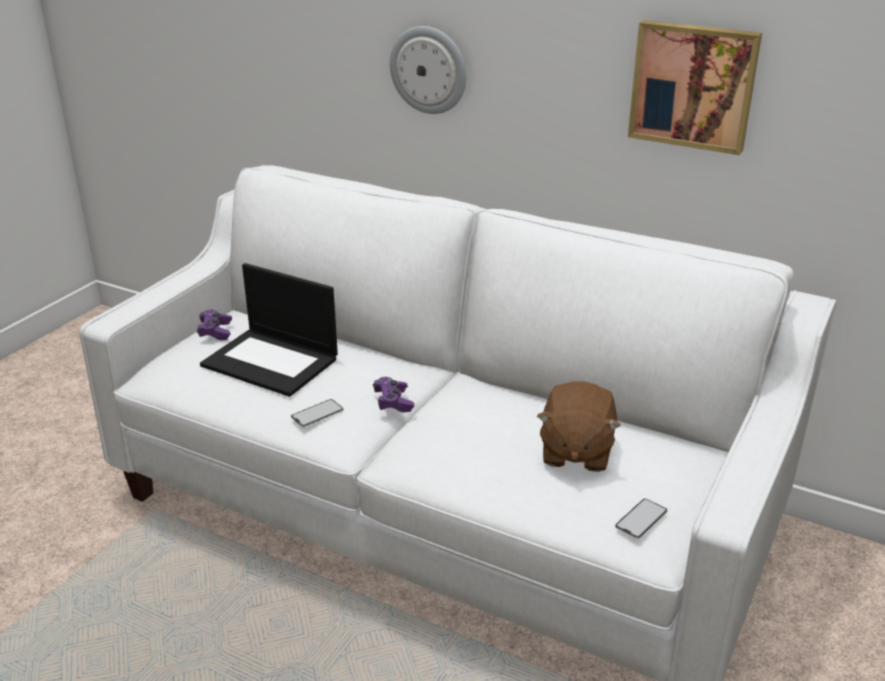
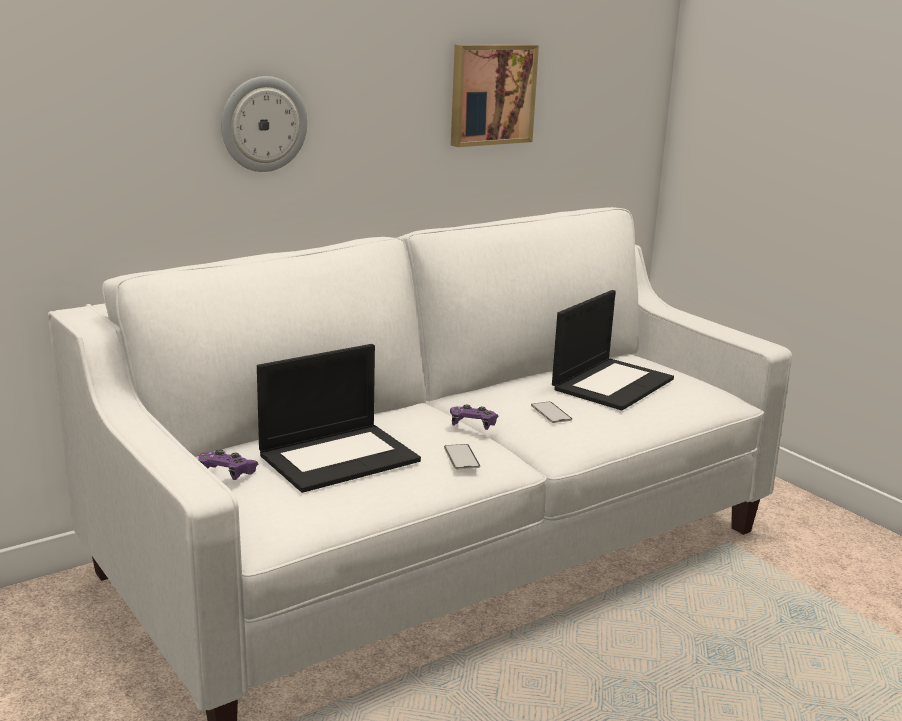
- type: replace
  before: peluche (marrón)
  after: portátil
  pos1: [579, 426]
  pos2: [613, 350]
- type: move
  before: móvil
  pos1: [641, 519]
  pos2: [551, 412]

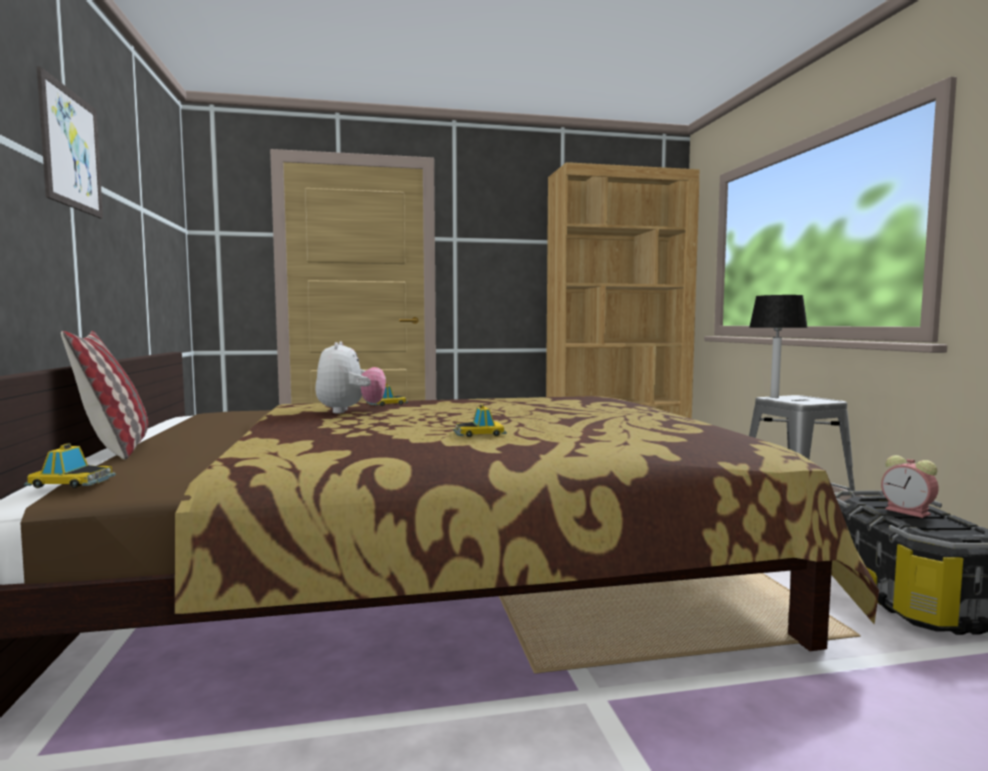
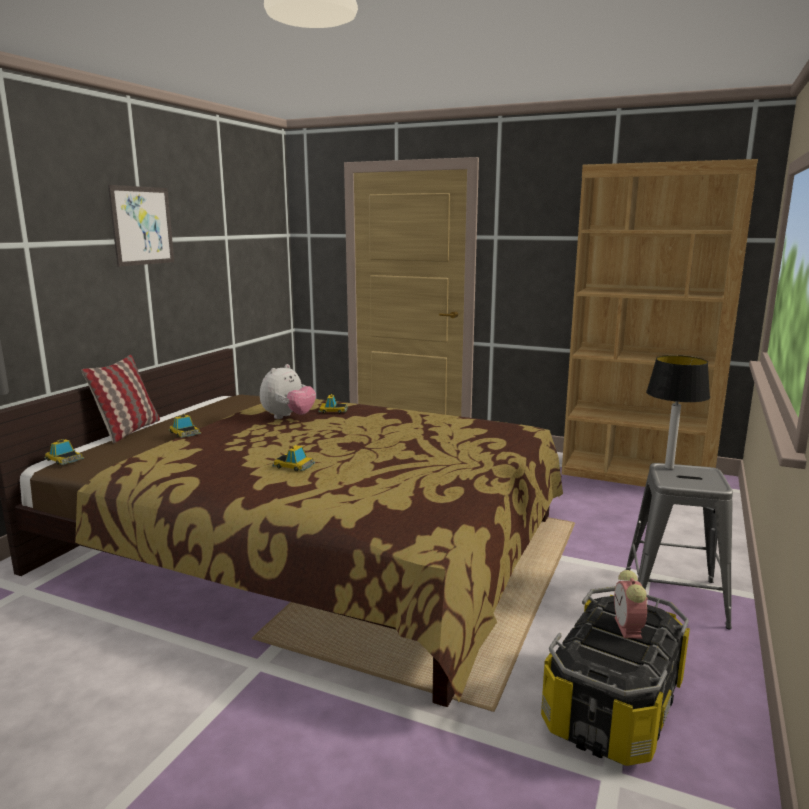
- type: insert
  after: coche de juguete
  pos2: [184, 426]

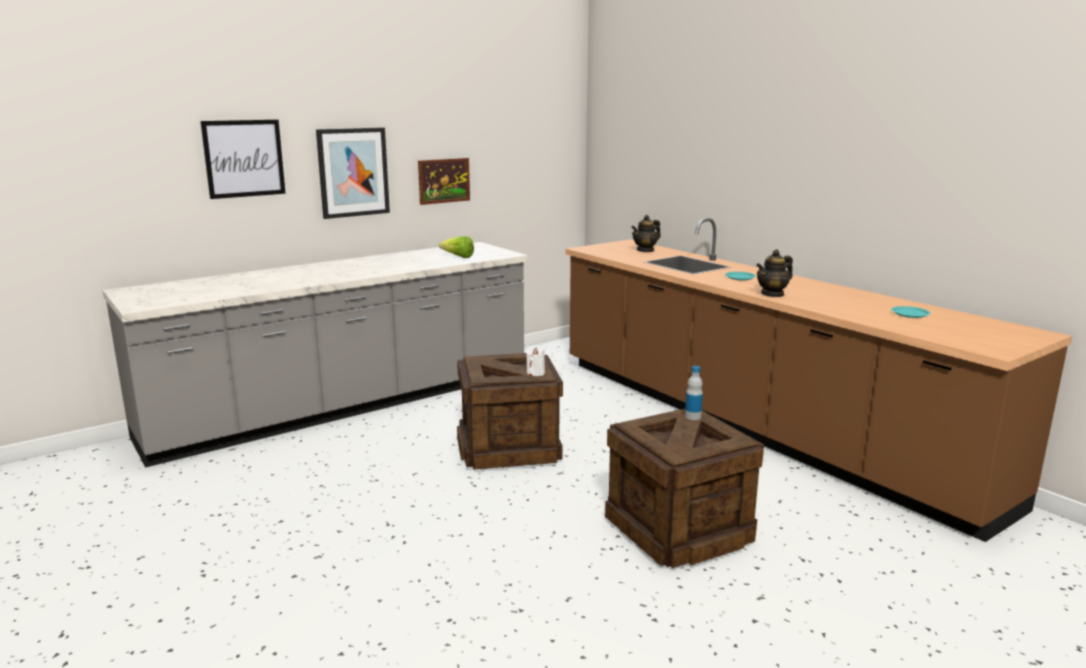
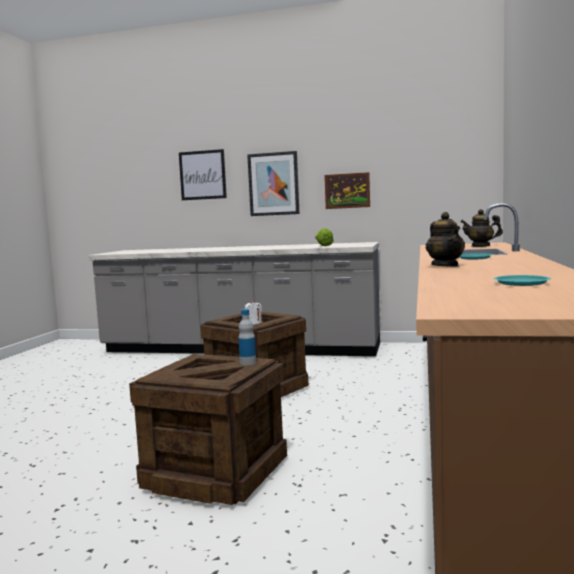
- type: rotate
  before: tetera
  pos1: [774, 273]
  pos2: [445, 239]
  turn: -120

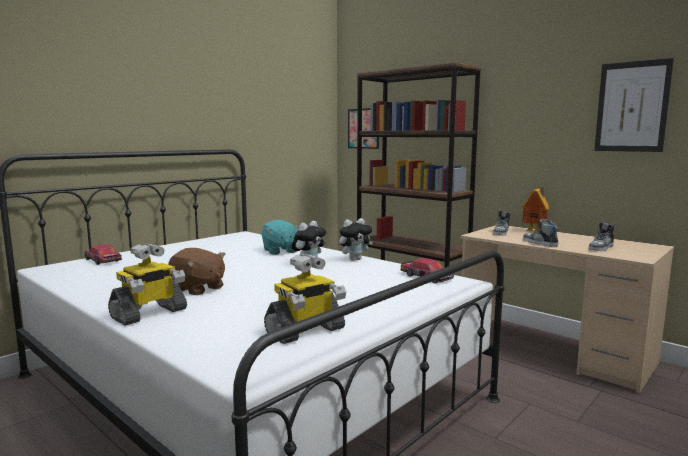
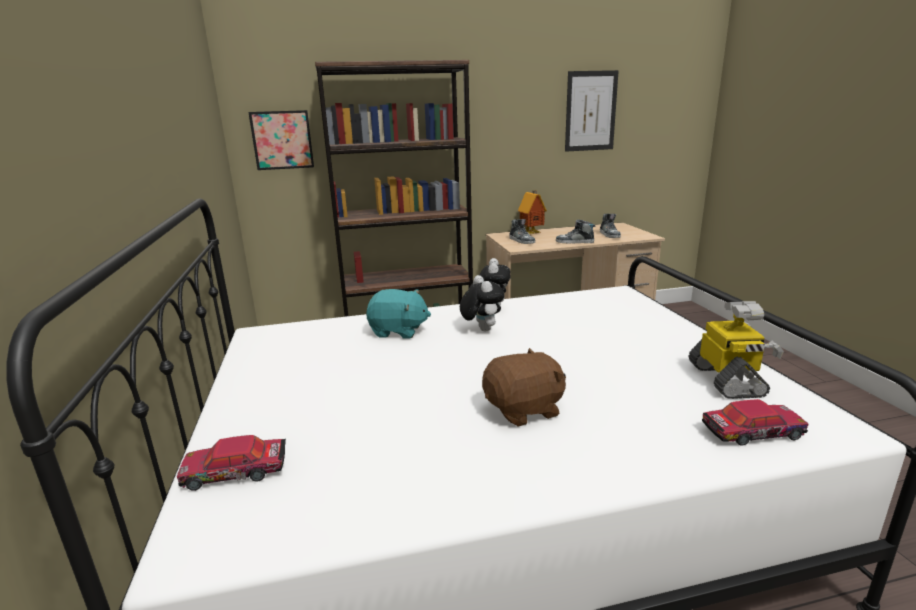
- type: delete
  before: robot de juguete
  pos1: [147, 284]
- type: move
  before: coche de juguete
  pos1: [427, 270]
  pos2: [755, 422]

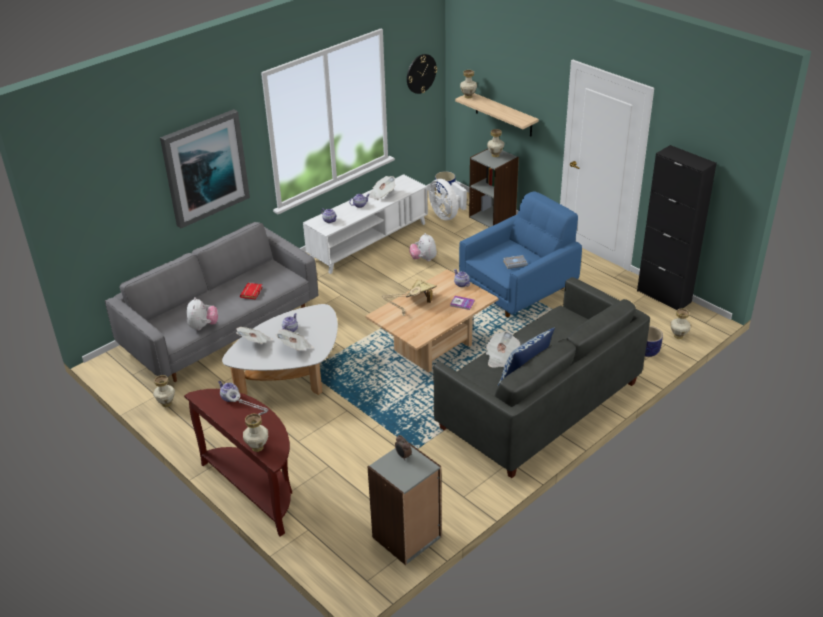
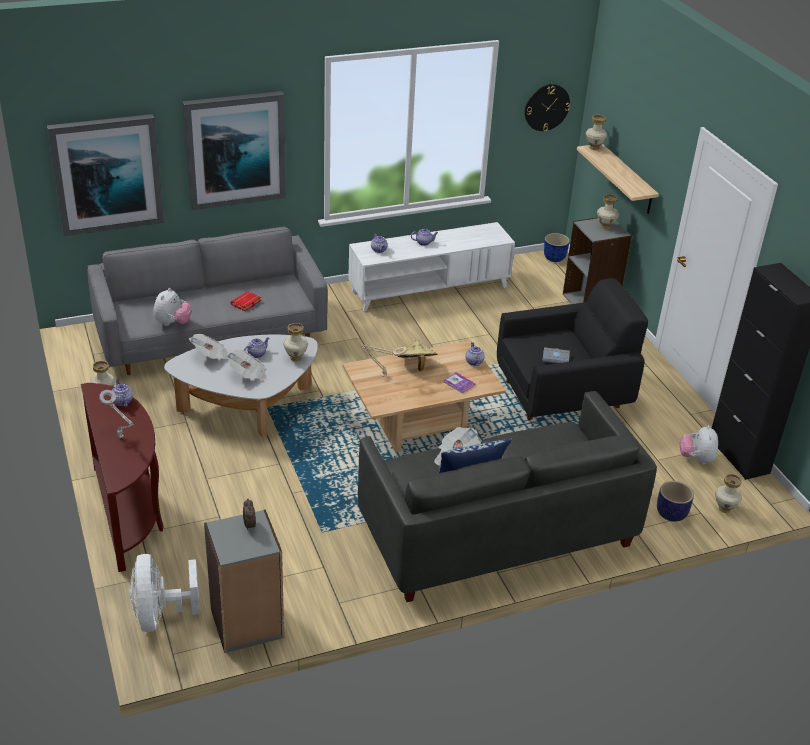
- type: move
  before: florero
  pos1: [255, 432]
  pos2: [295, 342]
- type: delete
  before: periódico
  pos1: [382, 188]
- type: move
  before: peluche
  pos1: [423, 247]
  pos2: [699, 444]
- type: move
  before: ventilador (blanco)
  pos1: [447, 199]
  pos2: [165, 593]
- type: recolor
  before: sillón (azul)
  after: sillón (negro)
  pos1: [520, 254]
  pos2: [572, 349]
- type: insert
  after: cuadro
  pos2: [105, 175]

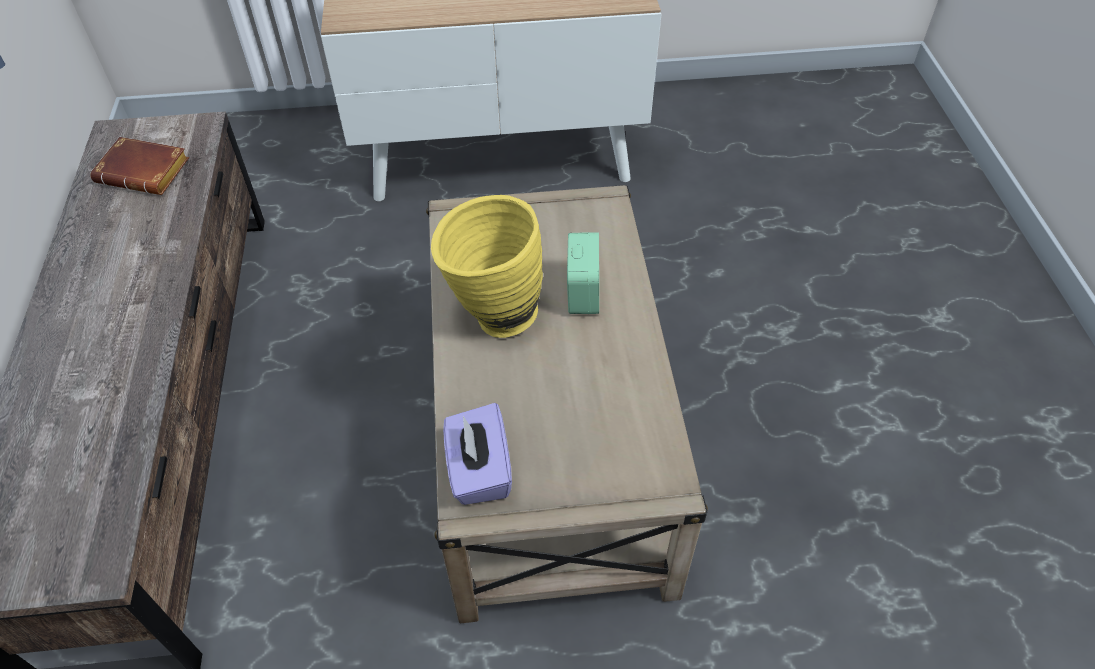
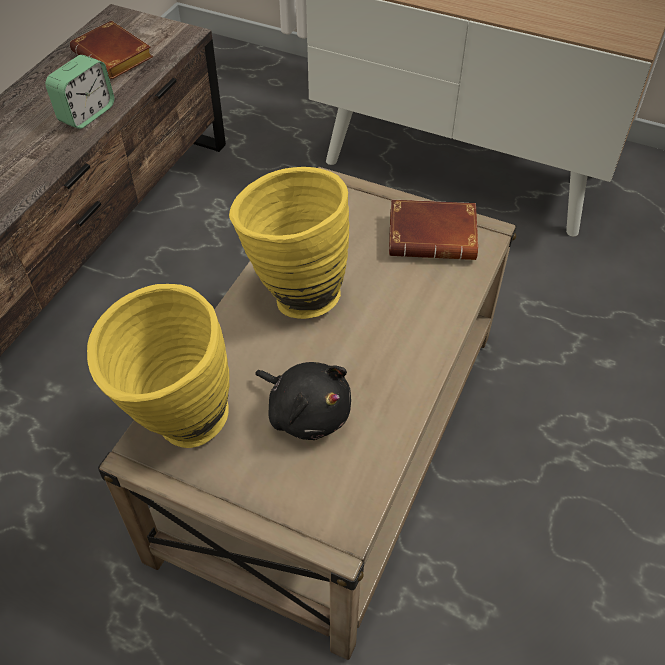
- type: replace
  before: caja de pañuelos (morado)
  after: florero (amarillo)
  pos1: [477, 454]
  pos2: [158, 366]
- type: move
  before: despertador
  pos1: [583, 273]
  pos2: [79, 92]
- type: insert
  after: peluche (negro)
  pos2: [303, 401]
- type: insert
  after: libro (marrón)
  pos2: [433, 229]

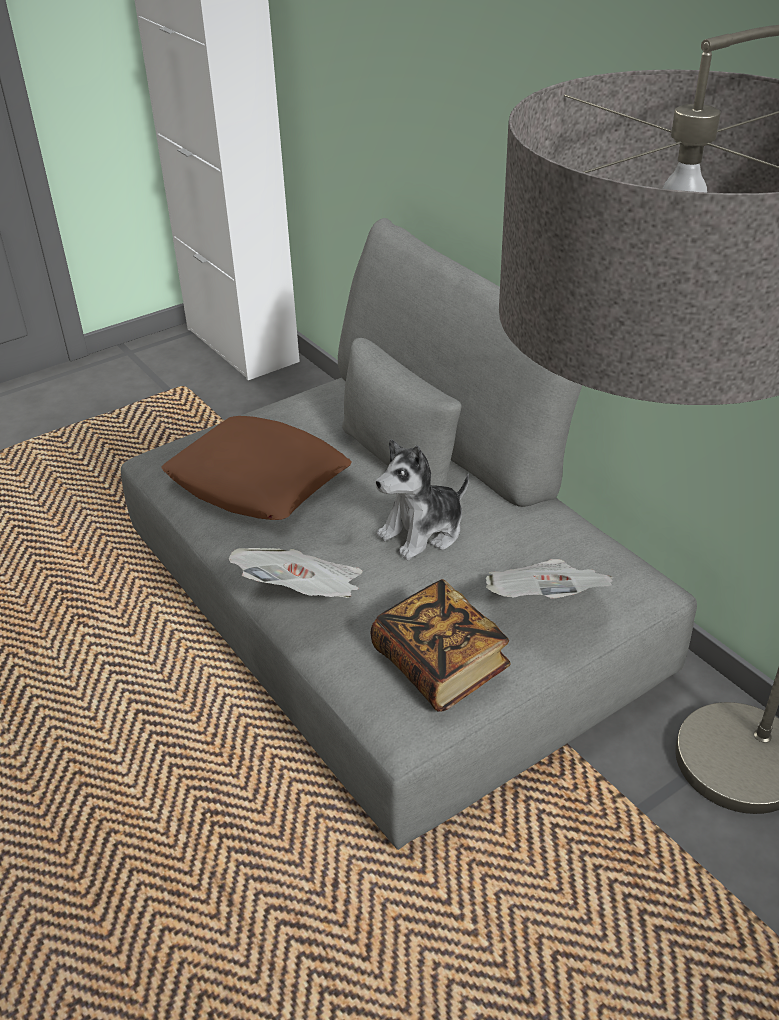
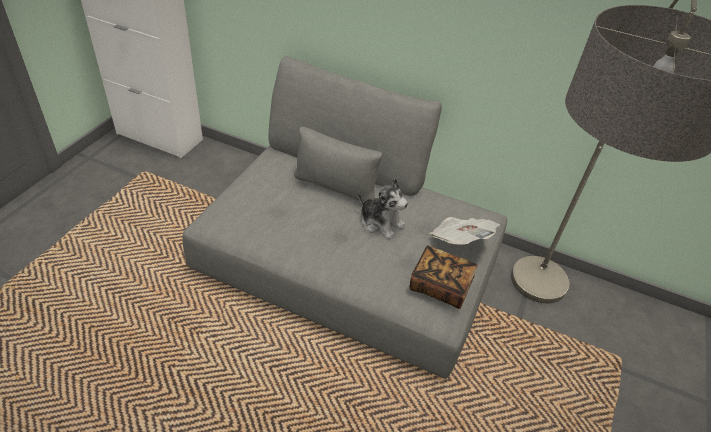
- type: delete
  before: cojín (marrón)
  pos1: [256, 468]
- type: delete
  before: periódico
  pos1: [296, 573]
- type: rotate
  before: peluche
  pos1: [422, 499]
  pos2: [383, 209]
  turn: -75

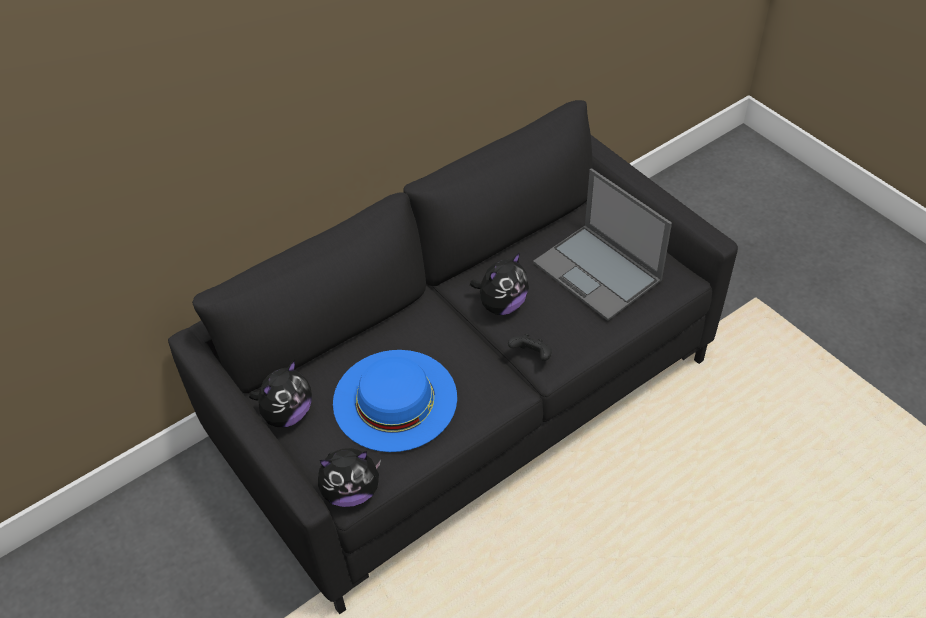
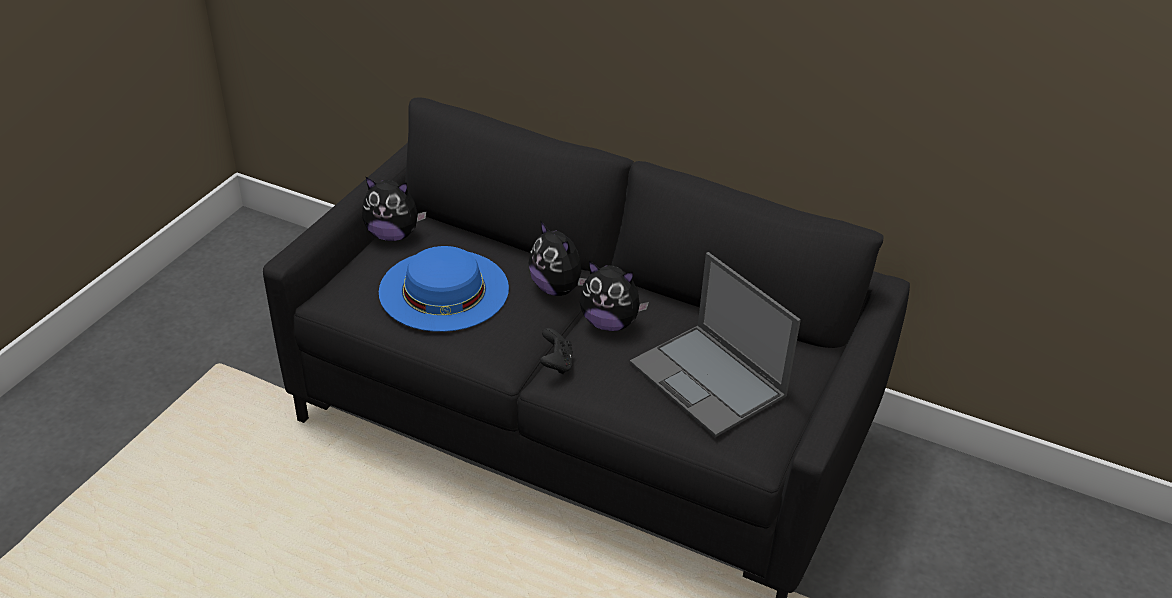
- type: move
  before: peluche
  pos1: [349, 477]
  pos2: [557, 258]
- type: rotate
  before: portátil
  pos1: [602, 244]
  pos2: [715, 344]
  turn: -60

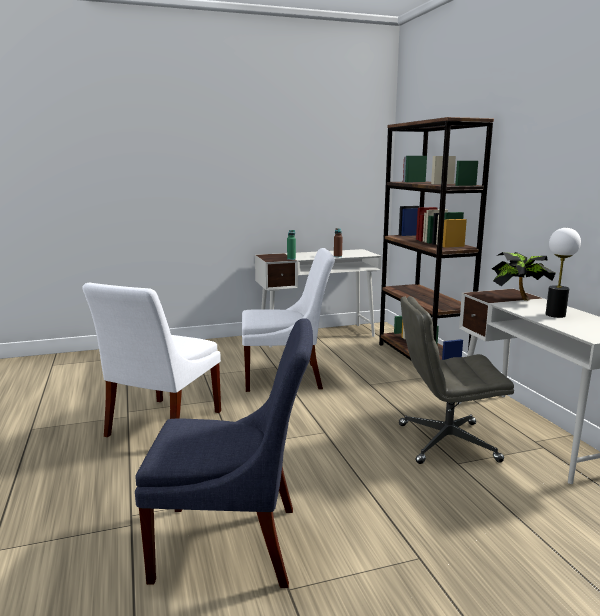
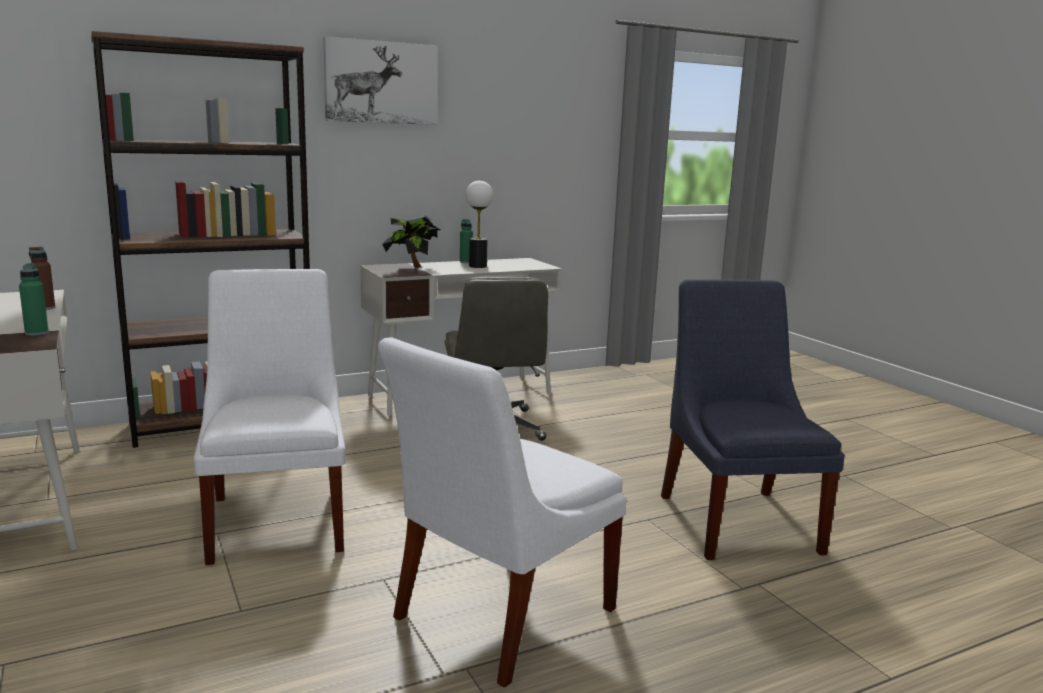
- type: rotate
  before: silla (blanco)
  pos1: [151, 360]
  pos2: [502, 513]
  turn: 120
- type: insert
  after: cuadro
  pos2: [380, 80]
- type: insert
  after: botella (verde)
  pos2: [466, 241]

